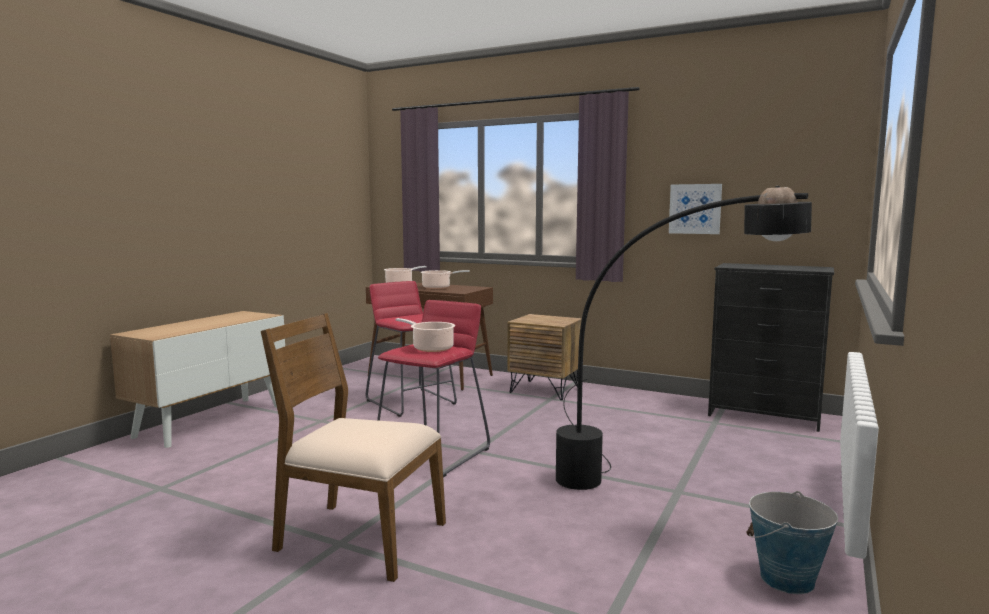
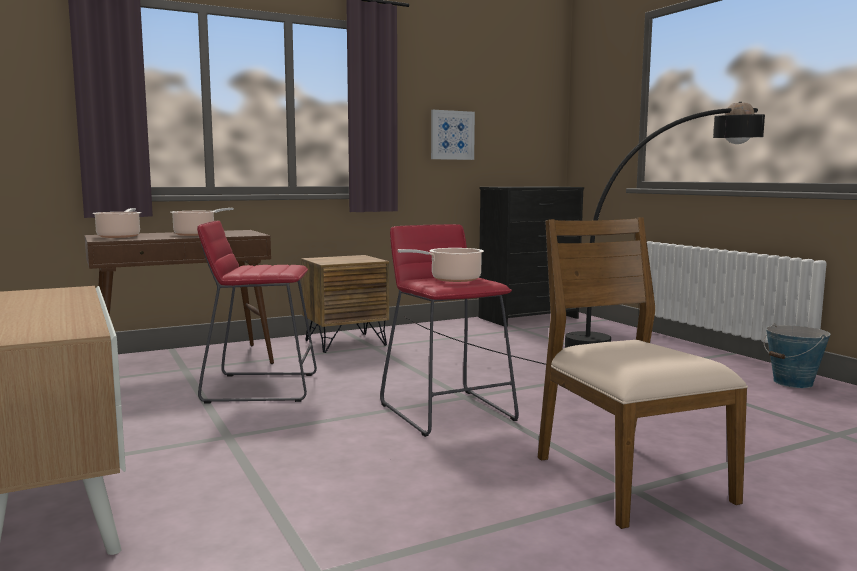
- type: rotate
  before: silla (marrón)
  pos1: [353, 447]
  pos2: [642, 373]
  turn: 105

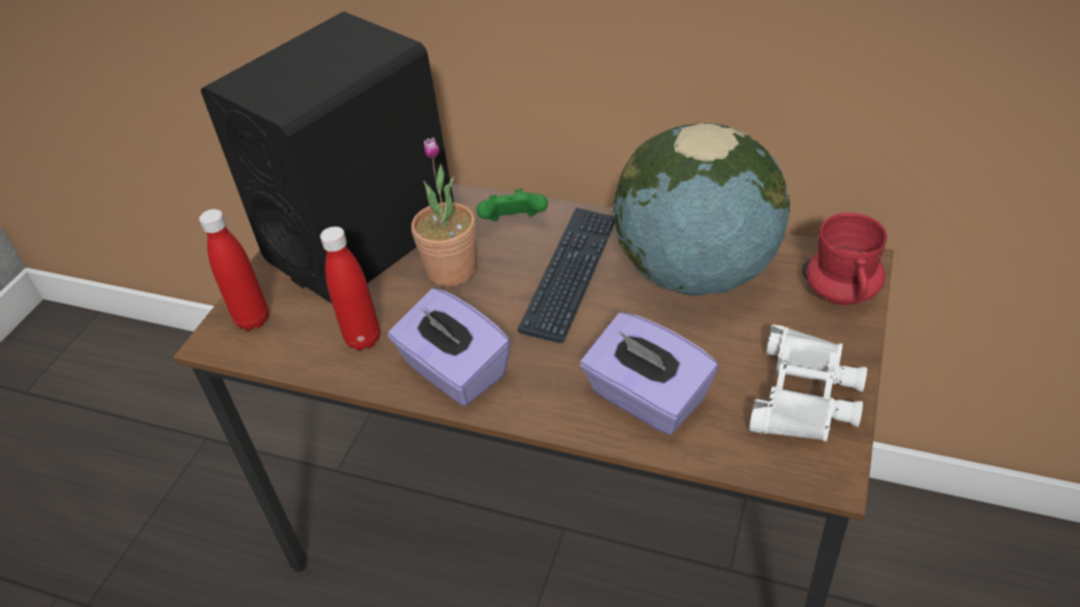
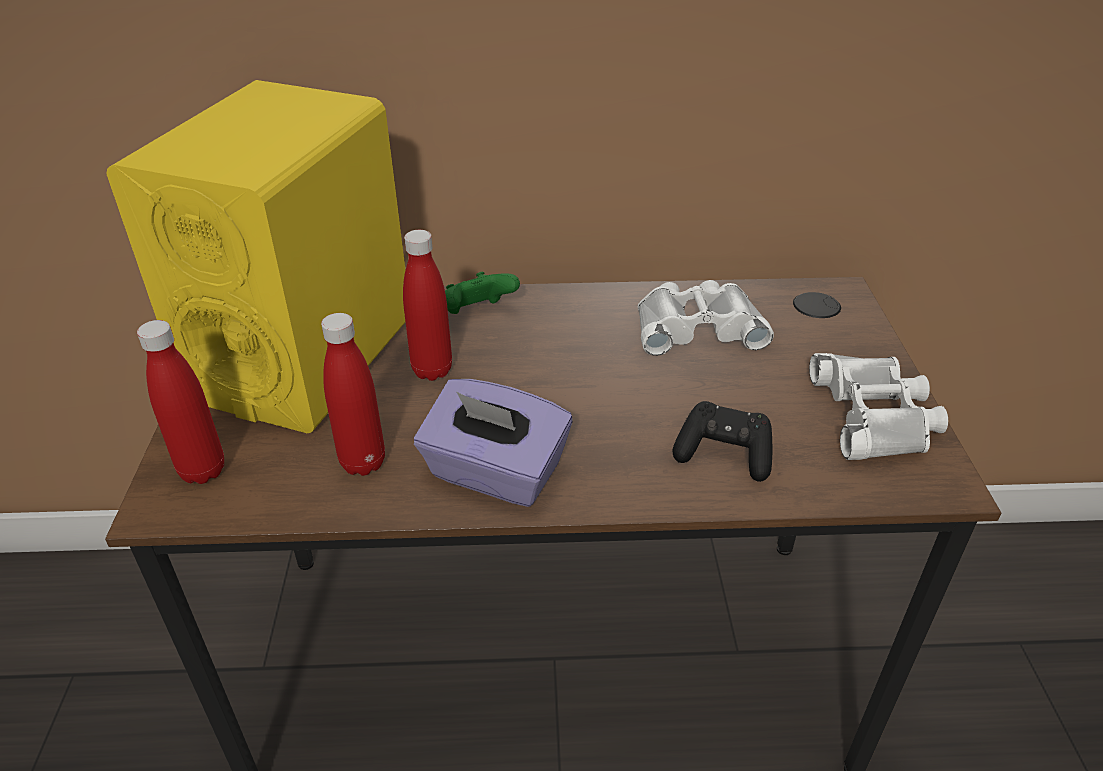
- type: recolor
  before: altavoz (negro)
  after: altavoz (amarillo)
  pos1: [327, 157]
  pos2: [255, 256]
- type: replace
  before: planta en maceta
  after: botella (rojo)
  pos1: [444, 212]
  pos2: [427, 305]
- type: delete
  before: teclado
  pos1: [566, 275]
- type: replace
  before: caja de pañuelos (morado)
  after: mando de consola (negro)
  pos1: [649, 373]
  pos2: [722, 441]
- type: replace
  before: globo terráqueo
  after: prismáticos (blanco)
  pos1: [701, 209]
  pos2: [706, 318]
- type: delete
  before: taza grande (rojo)
  pos1: [846, 258]

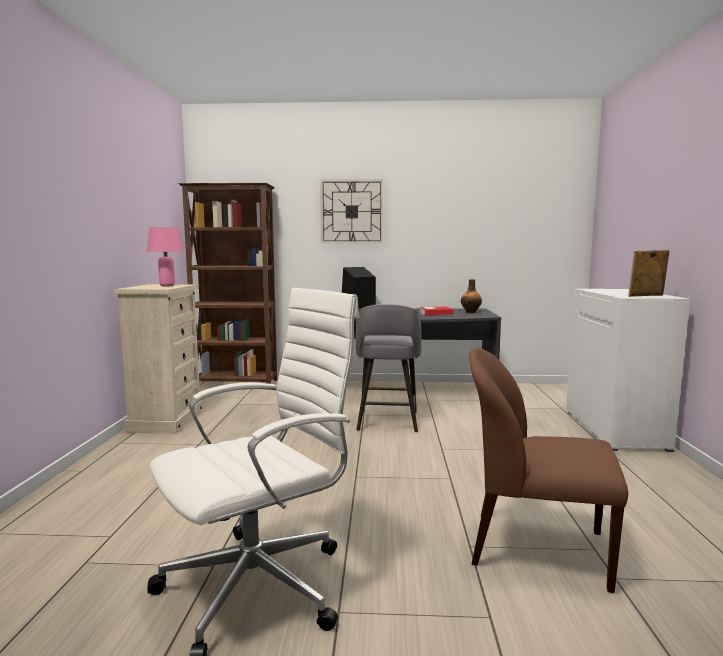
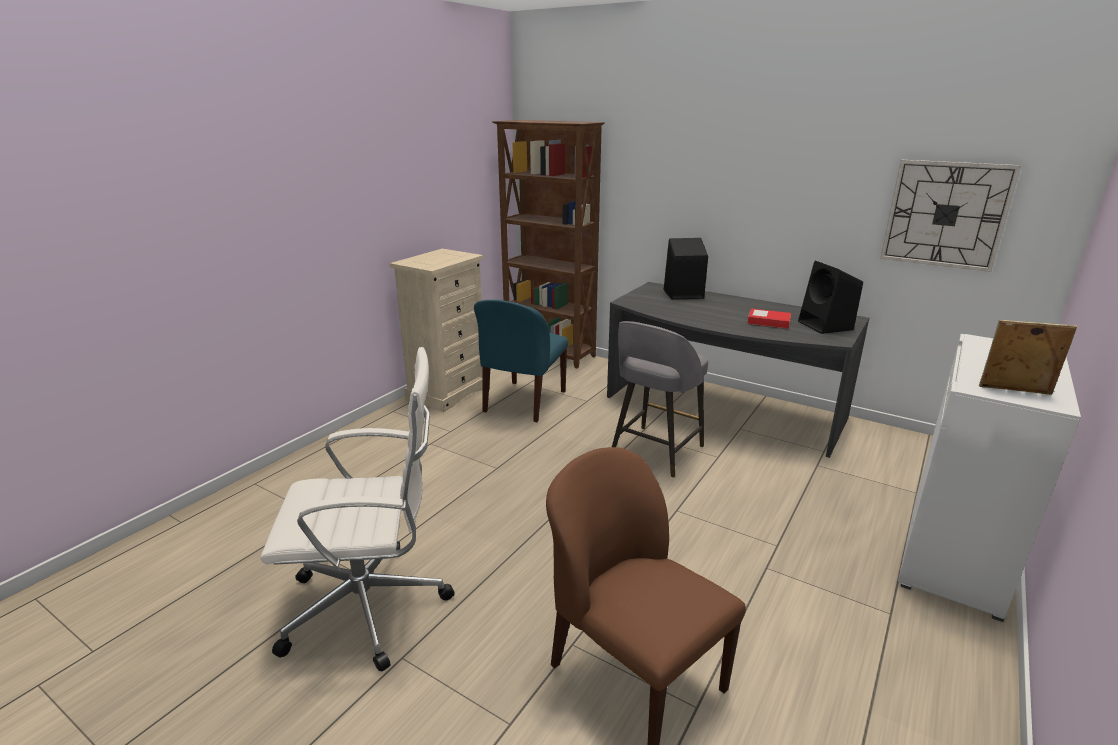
- type: delete
  before: lámpara de mesa (rosa)
  pos1: [165, 257]
- type: move
  before: reloj de pared
  pos1: [351, 211]
  pos2: [950, 216]
- type: replace
  before: botella
  after: altavoz (negro)
  pos1: [471, 296]
  pos2: [830, 297]
- type: insert
  after: silla (azul)
  pos2: [521, 361]

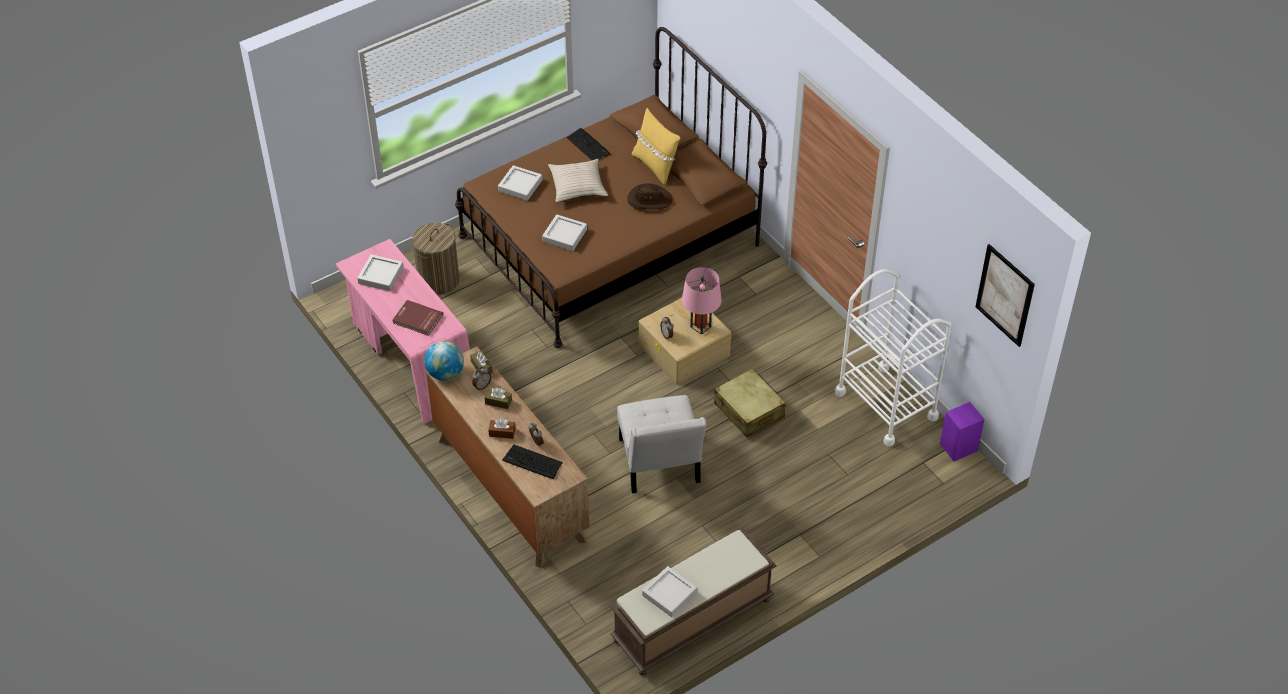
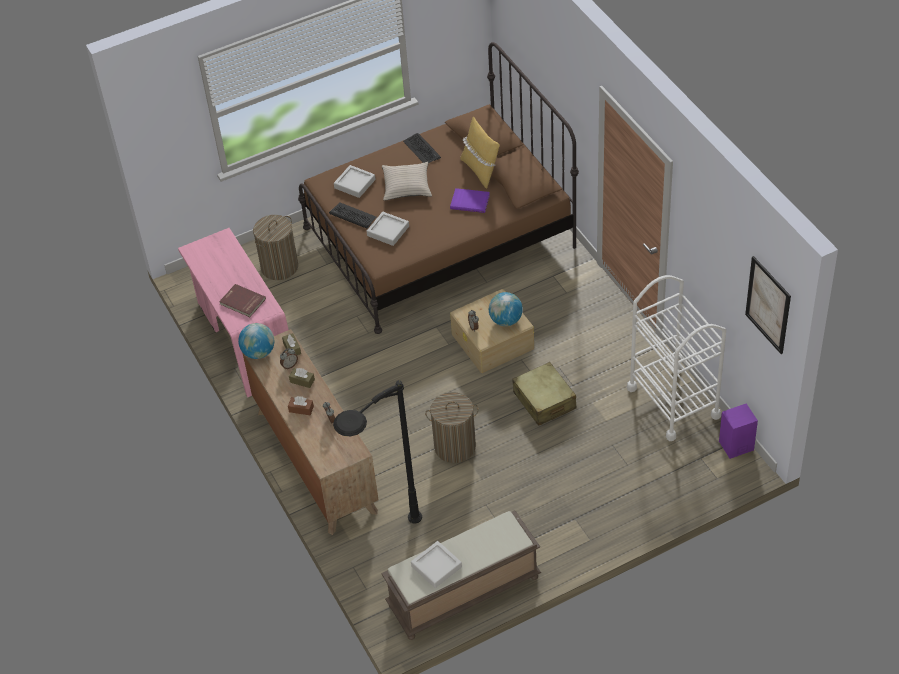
- type: delete
  before: bandeja (gris)
  pos1: [380, 272]
- type: move
  before: teclado
  pos1: [532, 462]
  pos2: [352, 216]
- type: replace
  before: silla (blanco)
  after: cesto de la ropa
  pos1: [661, 444]
  pos2: [452, 427]
- type: replace
  before: sombrero (marrón)
  after: libro (morado)
  pos1: [649, 196]
  pos2: [470, 200]
- type: replace
  before: lámpara de mesa (rosa)
  after: globo terráqueo
  pos1: [702, 301]
  pos2: [506, 309]
- type: insert
  after: lámpara de pie (negro)
  pos2: [377, 451]

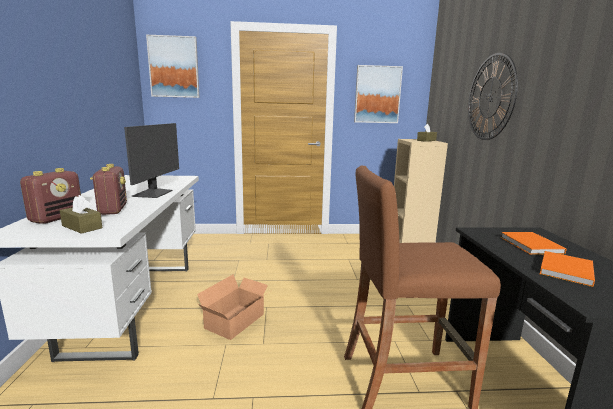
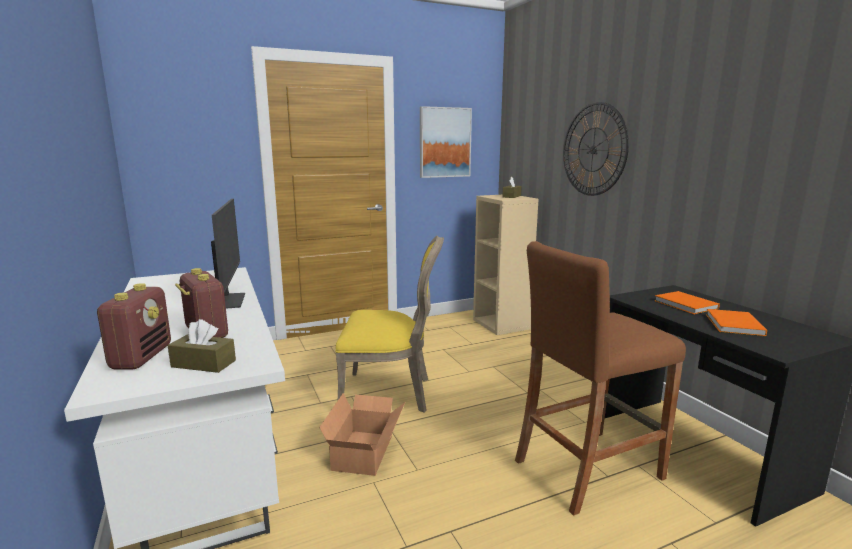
- type: delete
  before: cuadro
  pos1: [173, 66]
- type: insert
  after: silla (amarillo)
  pos2: [389, 324]

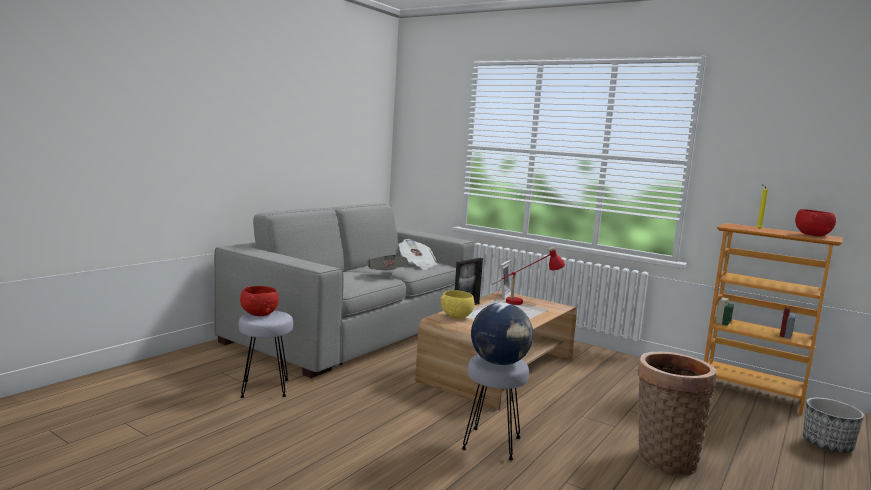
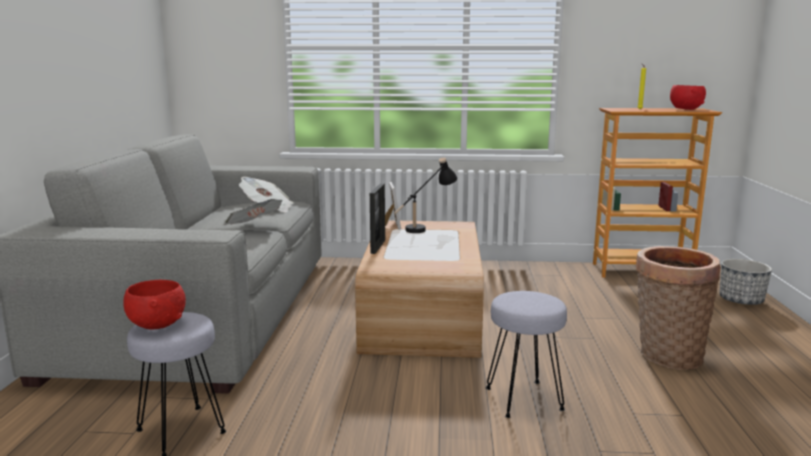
- type: delete
  before: cuenco (amarillo)
  pos1: [457, 304]
- type: delete
  before: globo terráqueo
  pos1: [502, 334]
- type: recolor
  before: lámpara de mesa (rojo)
  after: lámpara de mesa (negro)
  pos1: [528, 276]
  pos2: [425, 195]

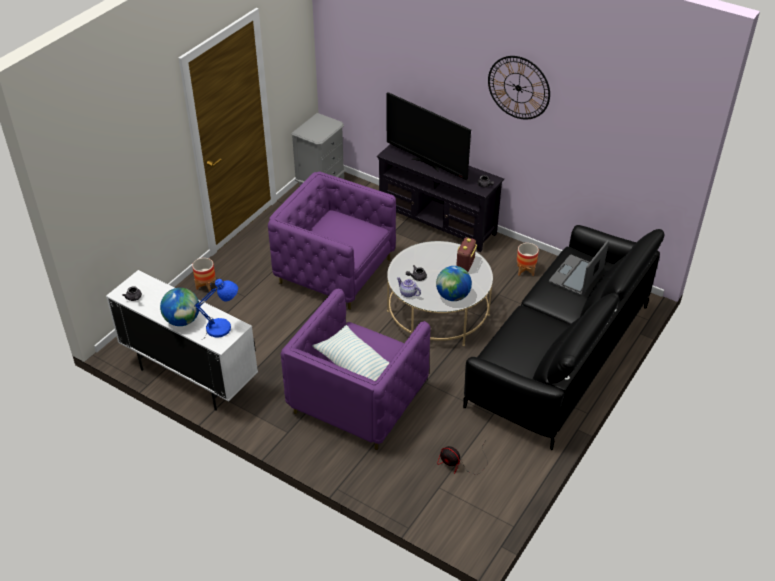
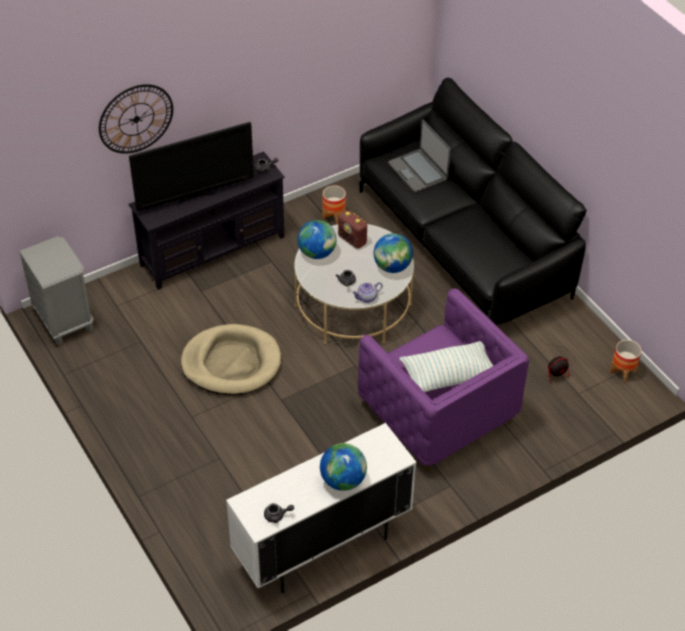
- type: move
  before: maceta
  pos1: [204, 275]
  pos2: [626, 361]
- type: delete
  before: lámpara de mesa (azul)
  pos1: [216, 308]
- type: replace
  before: sillón (morado)
  after: cama para perro (beis)
  pos1: [332, 240]
  pos2: [231, 359]
- type: move
  before: reloj de pared
  pos1: [519, 88]
  pos2: [136, 119]
- type: insert
  after: globo terráqueo
  pos2: [317, 239]

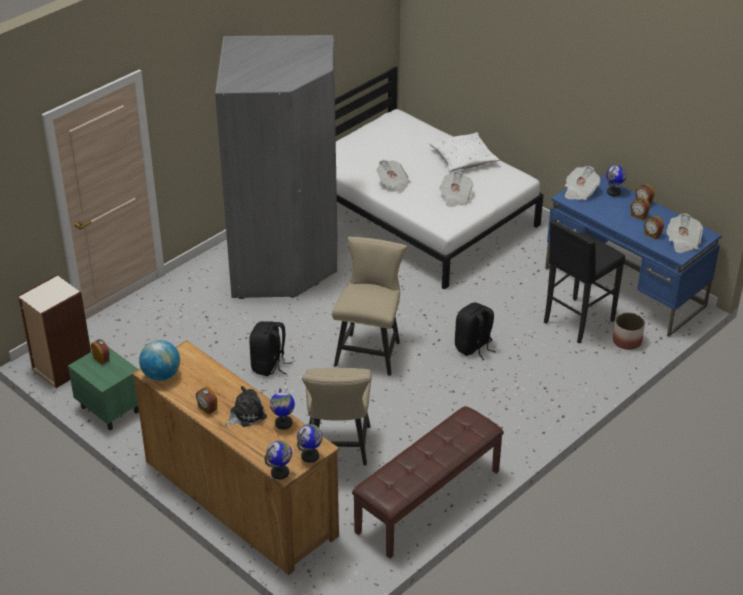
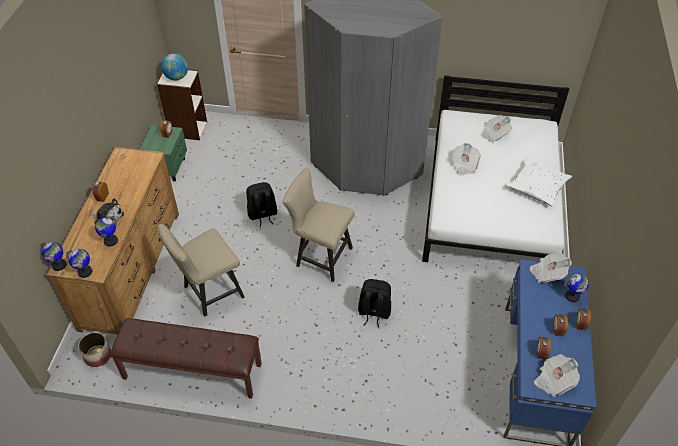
- type: move
  before: globo terráqueo
  pos1: [159, 360]
  pos2: [174, 67]
- type: rotate
  before: silla (beis)
  pos1: [369, 306]
  pos2: [318, 225]
  turn: -135
- type: move
  before: periódico
  pos1: [456, 189]
  pos2: [496, 129]
- type: delete
  before: taburete (negro)
  pos1: [584, 281]
- type: move
  before: maceta
  pos1: [629, 331]
  pos2: [94, 349]

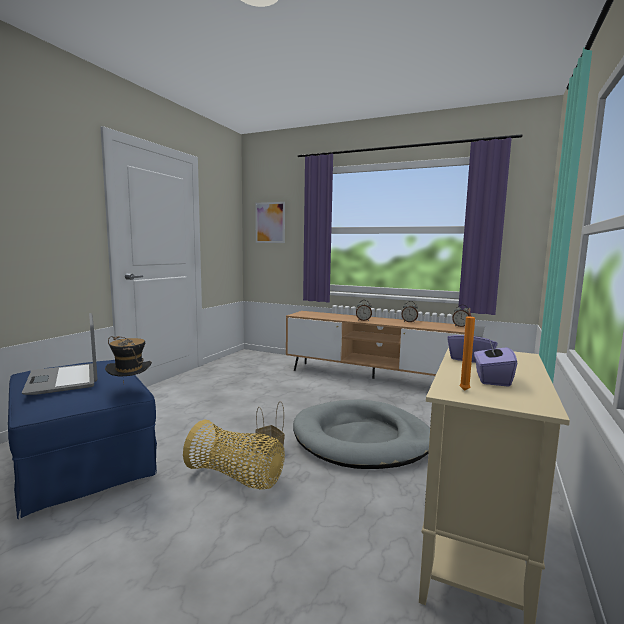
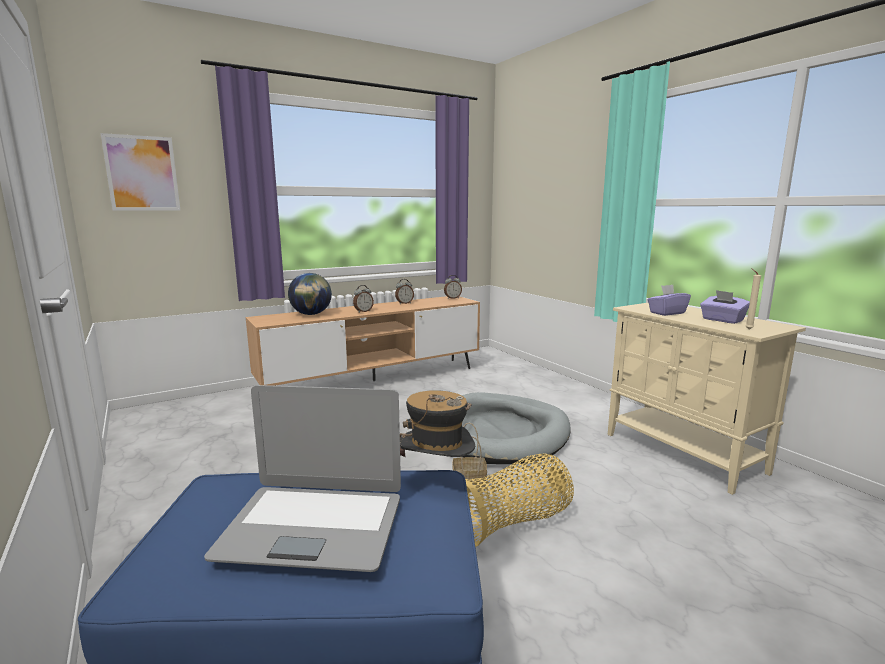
- type: recolor
  before: vela (naranja)
  after: vela (beis)
  pos1: [467, 349]
  pos2: [753, 298]
- type: insert
  after: globo terráqueo
  pos2: [310, 294]

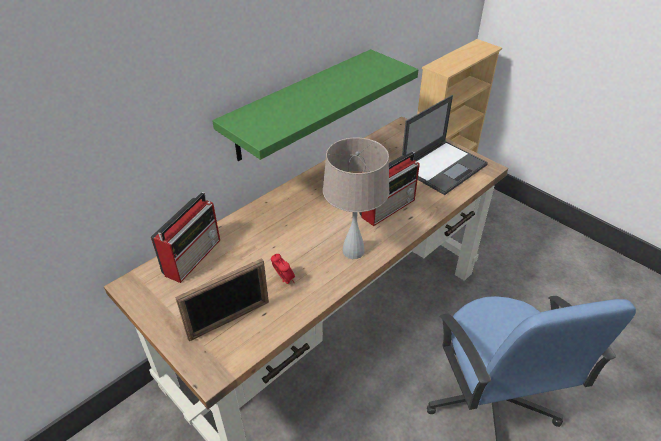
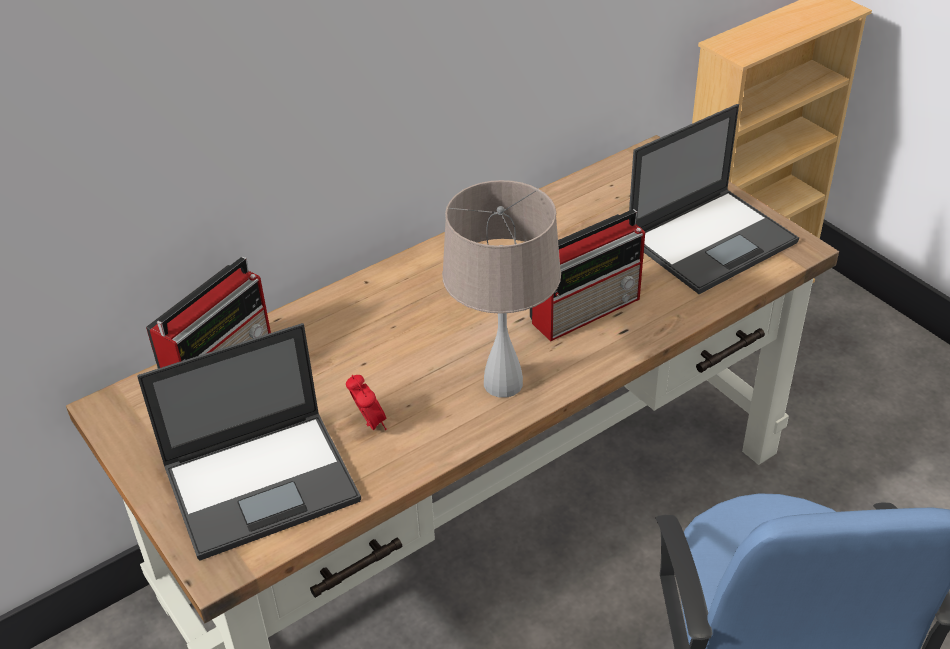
- type: replace
  before: portarretratos
  after: portátil
  pos1: [222, 299]
  pos2: [249, 442]
- type: delete
  before: estante (verde)
  pos1: [315, 105]

